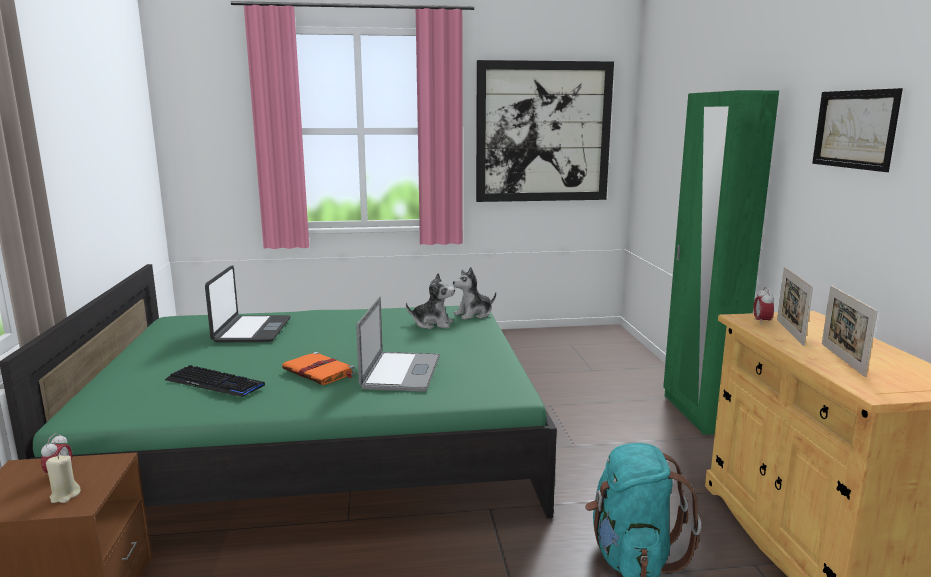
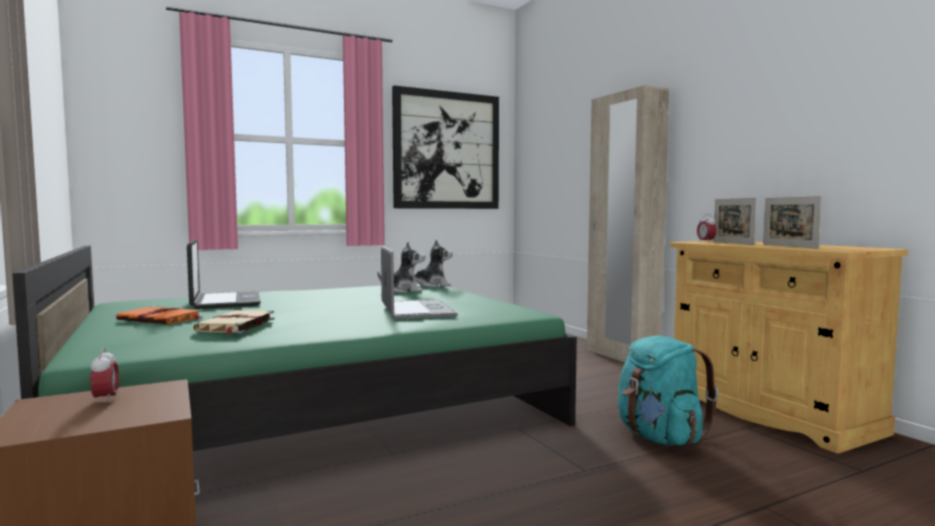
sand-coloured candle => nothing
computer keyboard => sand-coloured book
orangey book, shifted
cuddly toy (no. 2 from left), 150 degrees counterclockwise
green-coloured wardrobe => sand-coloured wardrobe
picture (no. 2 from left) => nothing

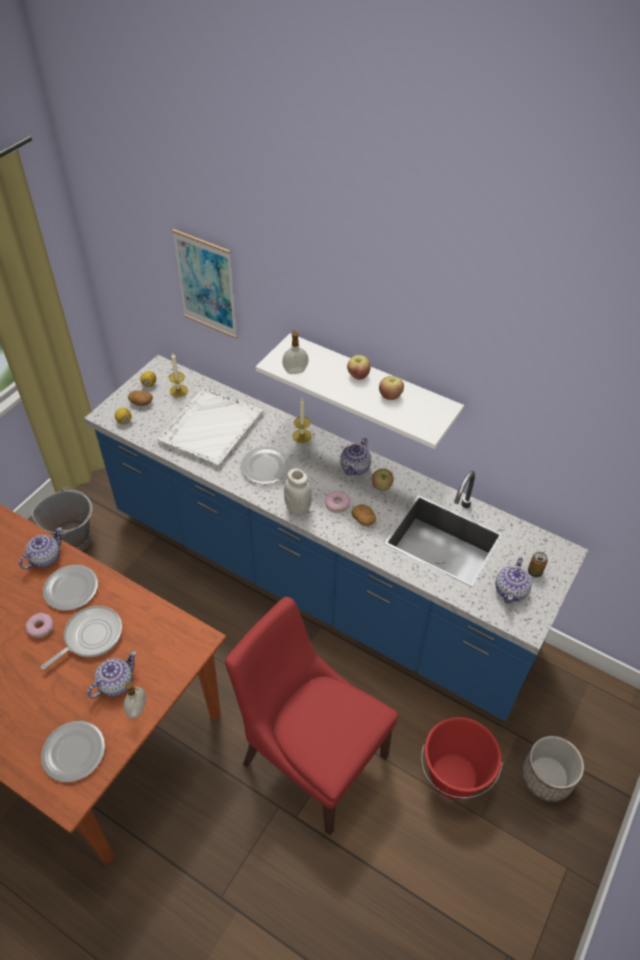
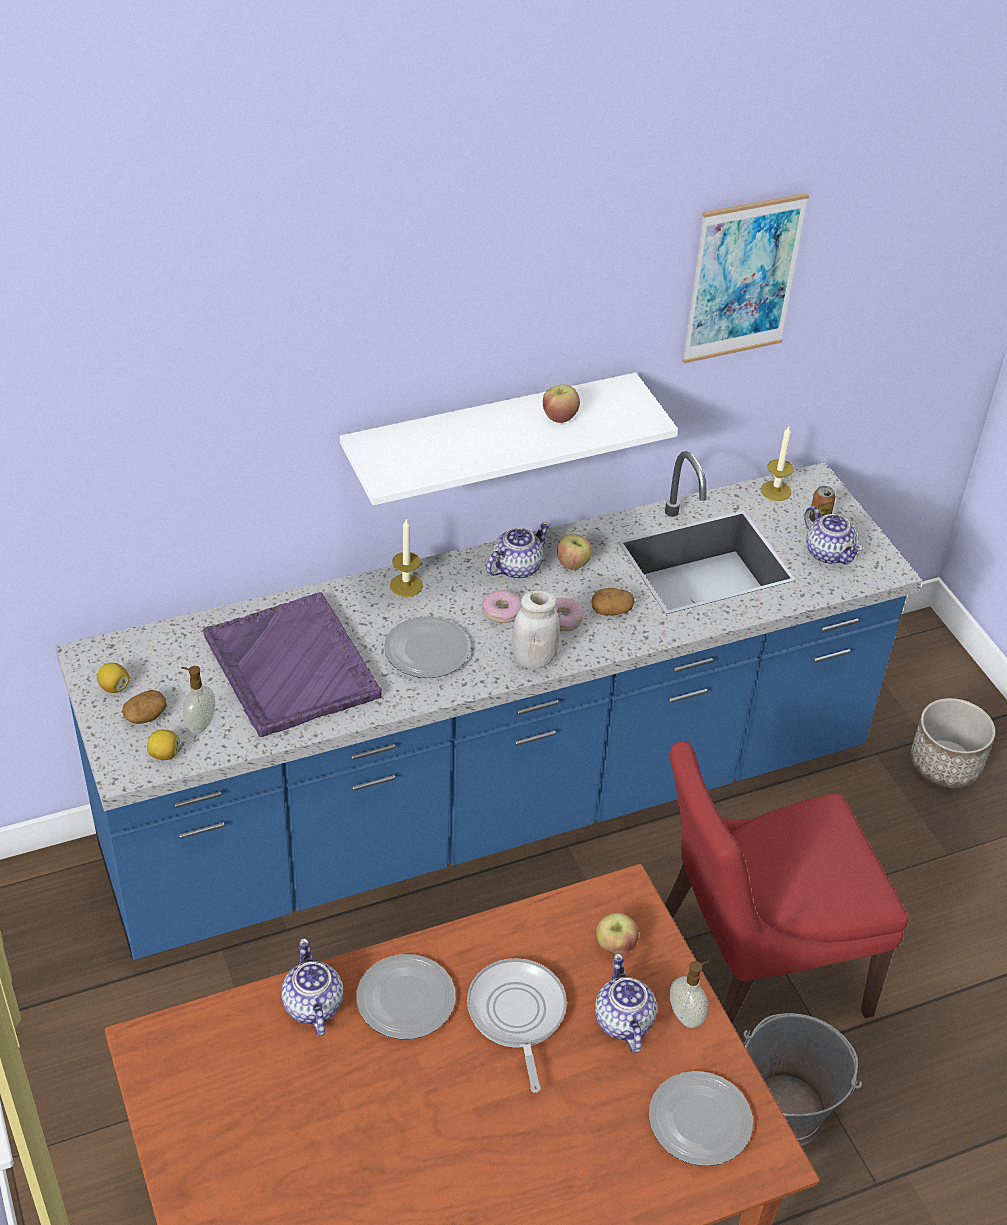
donut (no. 1 from left), shifted
grey pail, shifted
white tray => purple-coloured tray
candle (no. 1 from left in the first image) => candle (no. 2 from left), shifted
picture, shifted
soap dispenser (no. 2 from left in the first image) => soap dispenser (no. 1 from left), shifted
teapot (no. 3 from left in the first image) => teapot (no. 2 from left), 105 degrees counterclockwise
whole apple (no. 1 from left in the first image) => whole apple (no. 3 from left), shifted
reddish pail => nothing

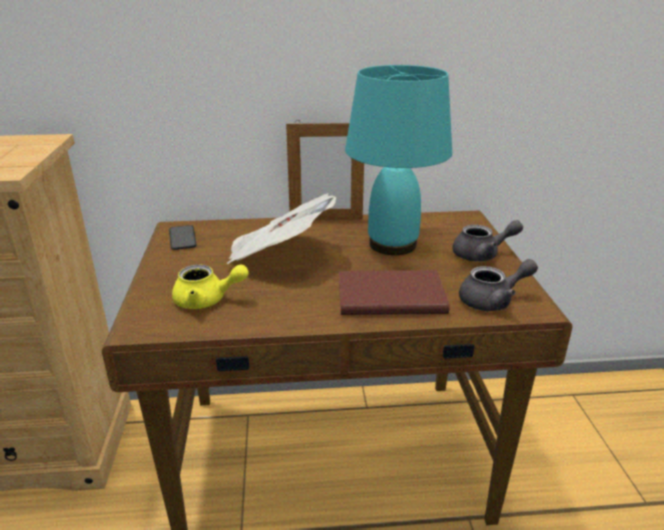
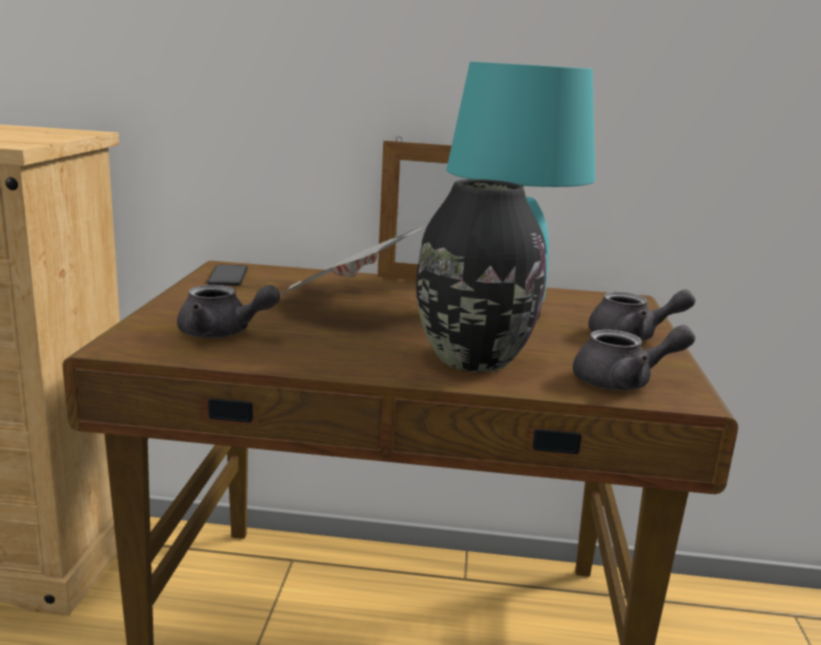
yellowish teapot => grey teapot (no. 1 from left)
brown-coloured book => blackish flower vase

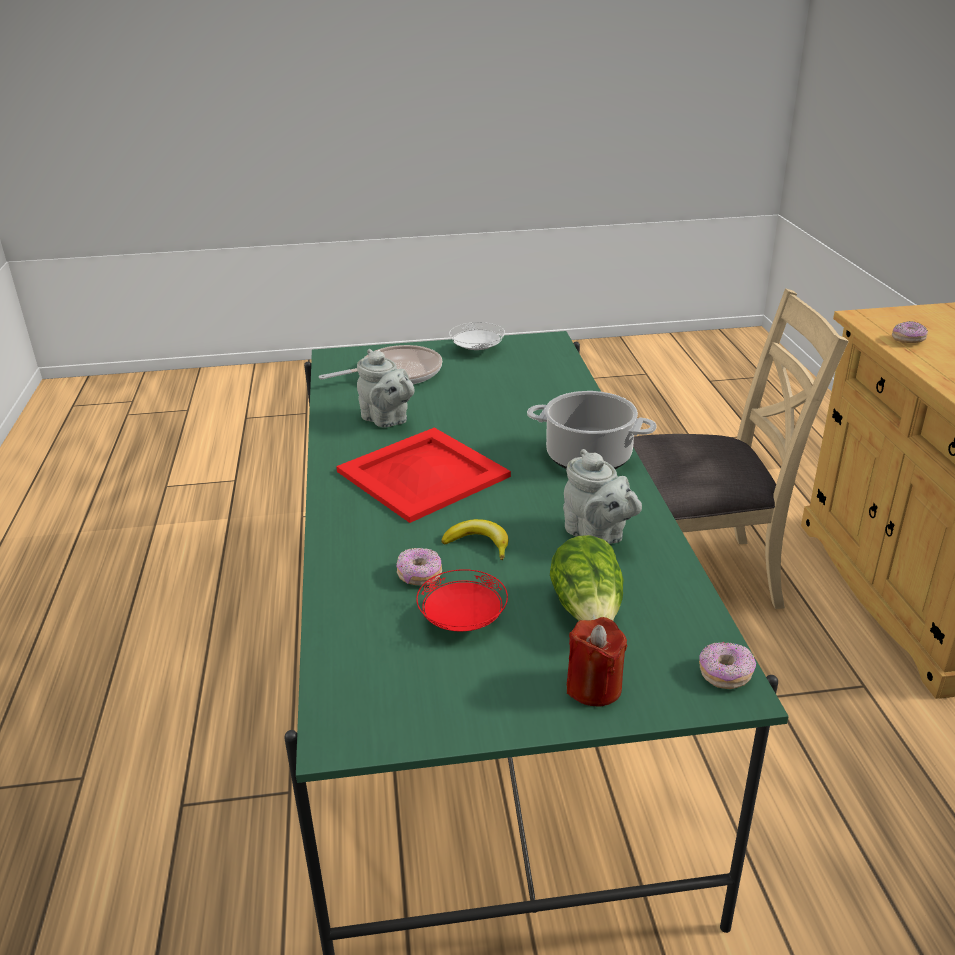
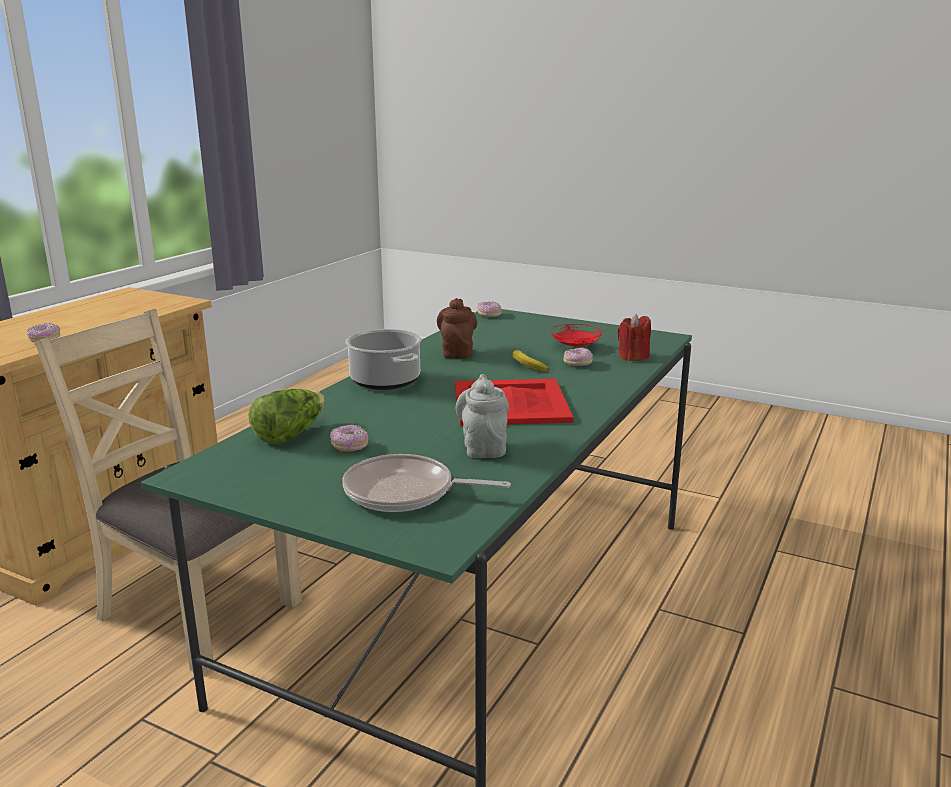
white plate => nothing
lettuce, shifted
grey teapot (no. 2 from left) => brown-coloured teapot
reddish candle, shifted
nothing => donut (no. 2 from left)

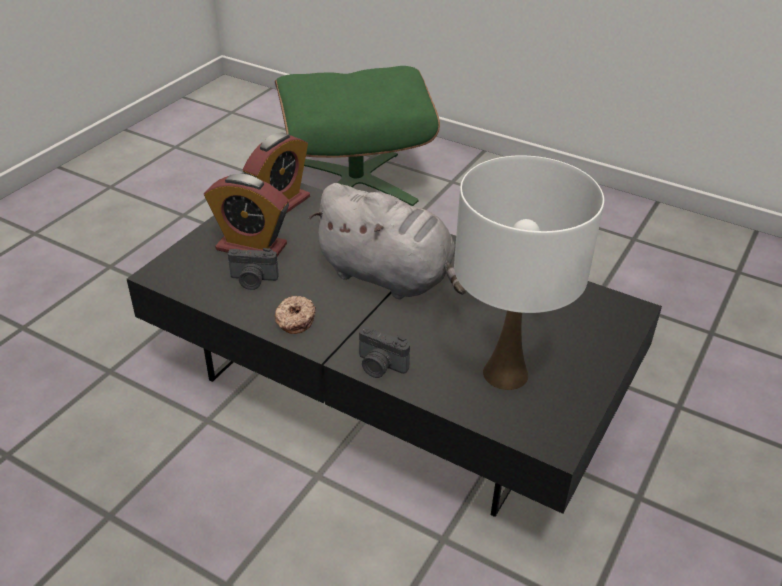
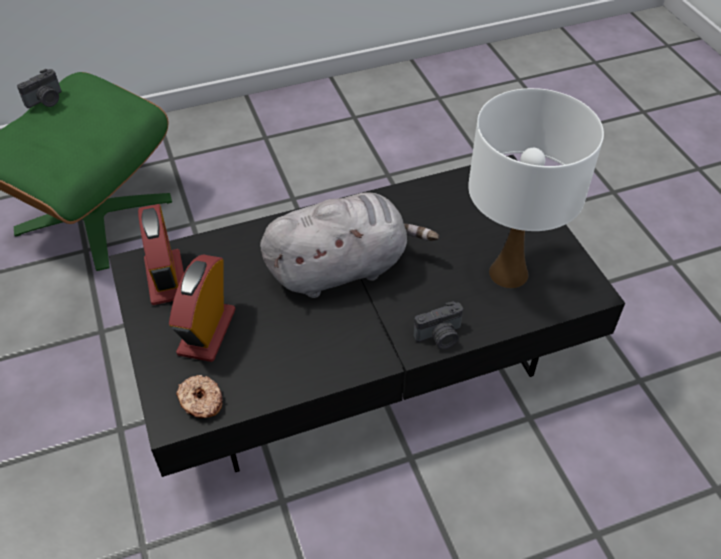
bedside clock (no. 1 from left in the first image) => bedside clock (no. 2 from left), 135 degrees clockwise
still camera (no. 1 from left), shifted
donut, shifted

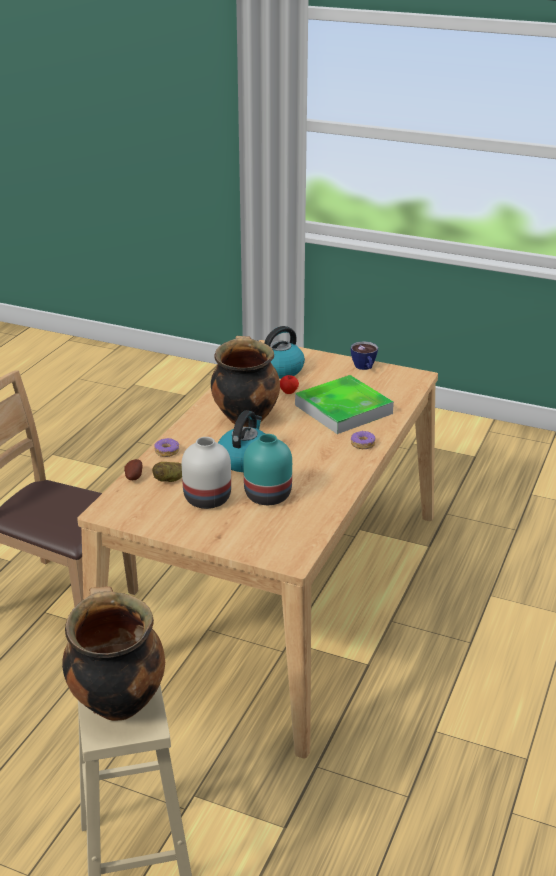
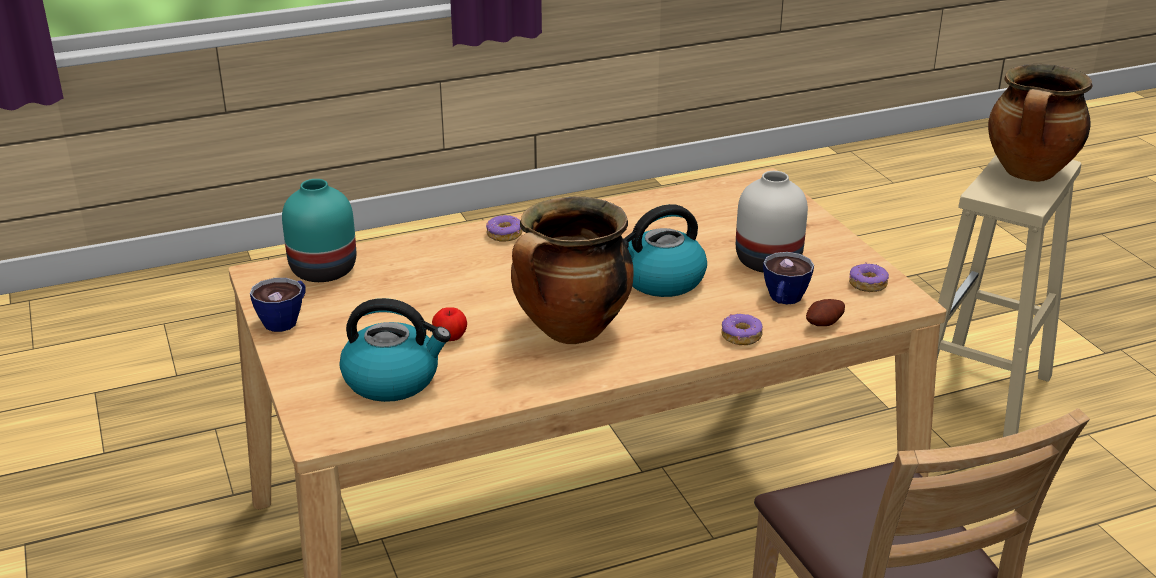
potato (no. 2 from left) => small cup (no. 2 from left)
turquoise-coloured flower vase, shifted
tray => nothing
nothing => donut (no. 3 from left)

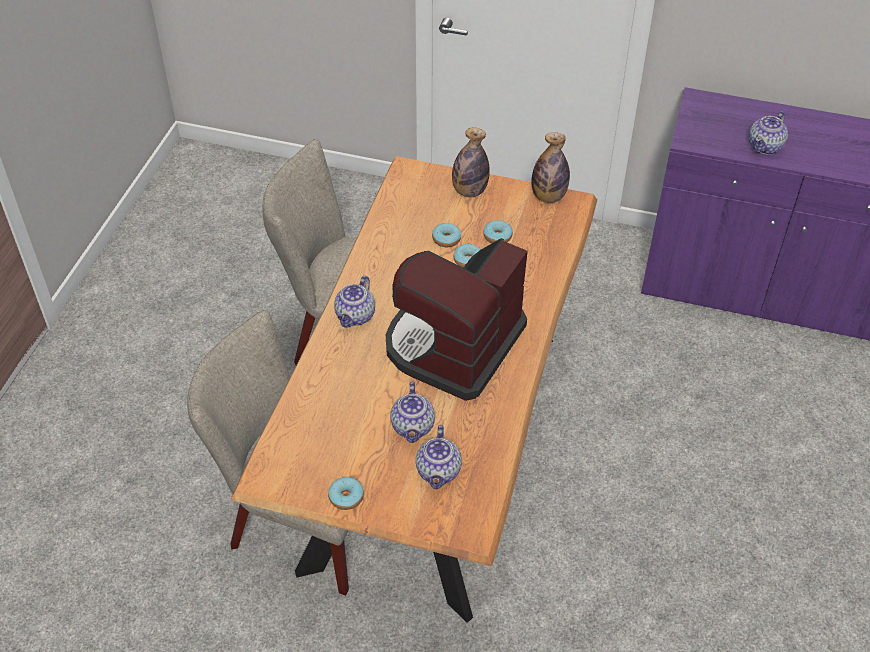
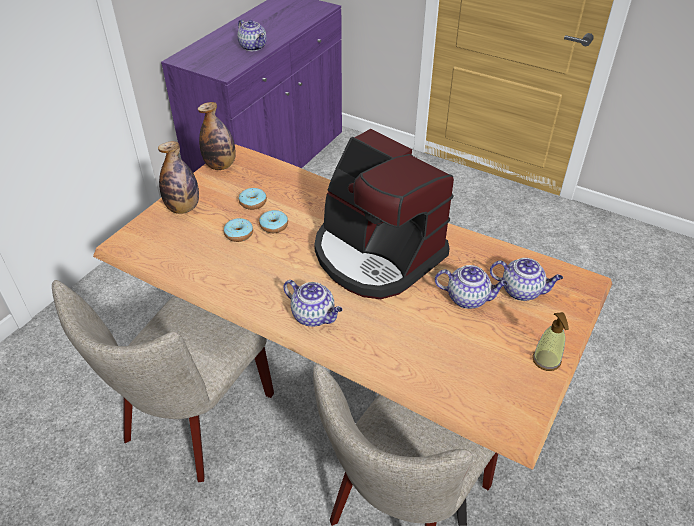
donut (no. 1 from left) => soap dispenser

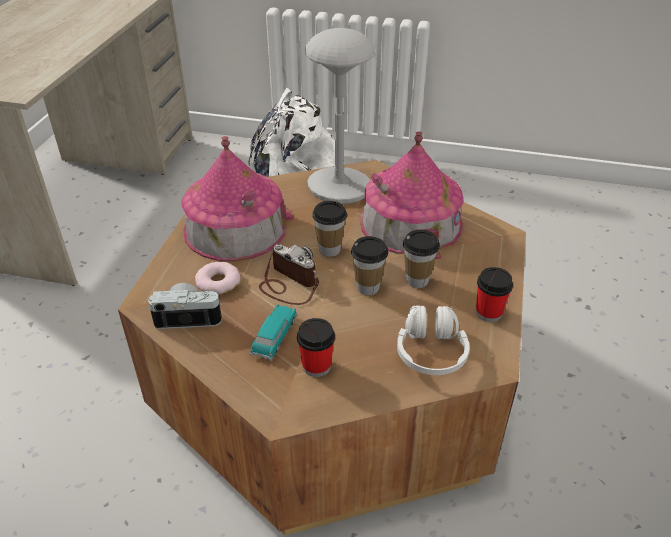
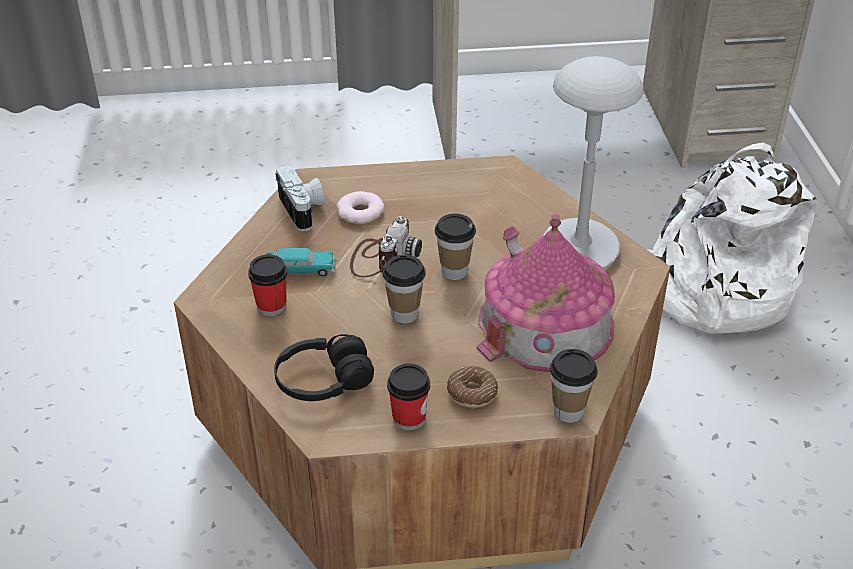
model house (no. 1 from left) => nothing
white headset => blackish headset
small cup (no. 4 from left in the first image) => small cup (no. 5 from left), shifted
nothing => donut (no. 2 from left)

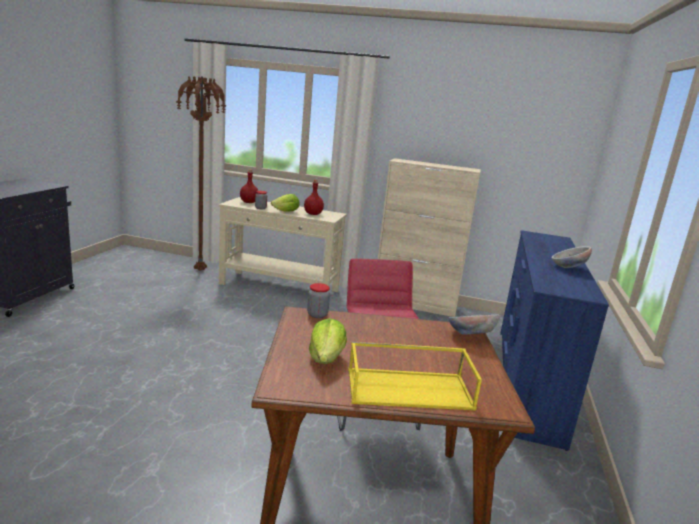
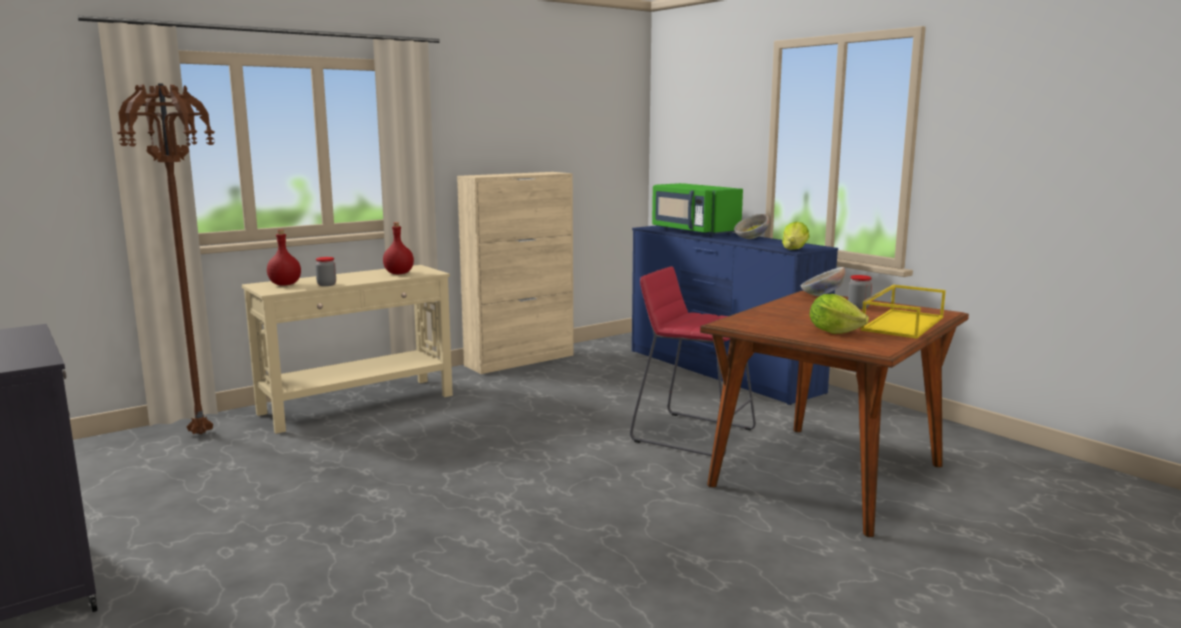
lettuce (no. 1 from left), shifted
jar (no. 2 from left), shifted
nothing => green-coloured microwave

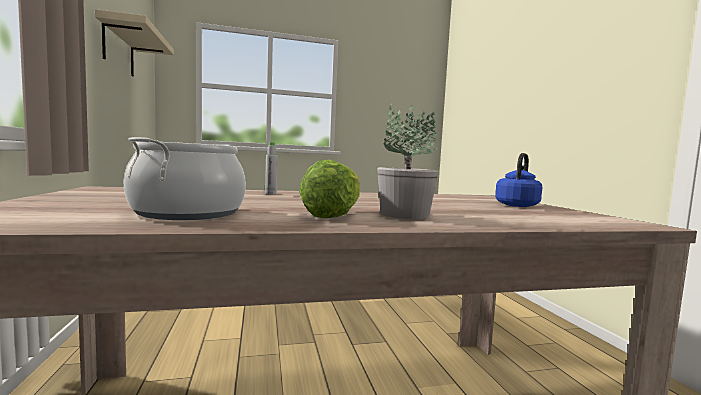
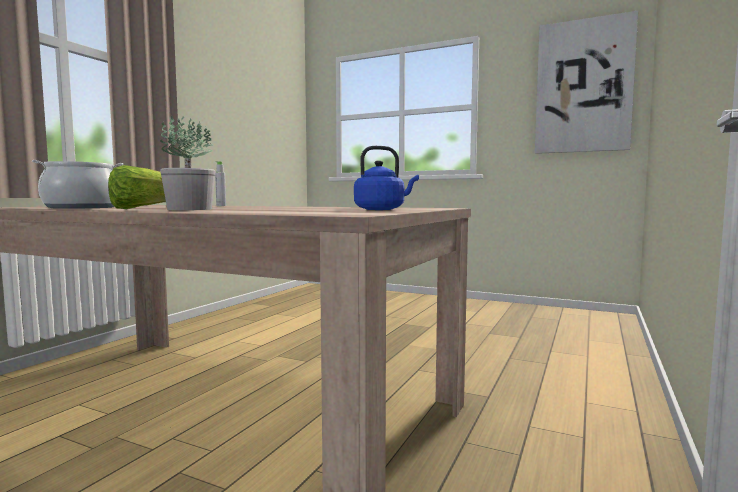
sand-coloured shelf => nothing
nothing => picture

